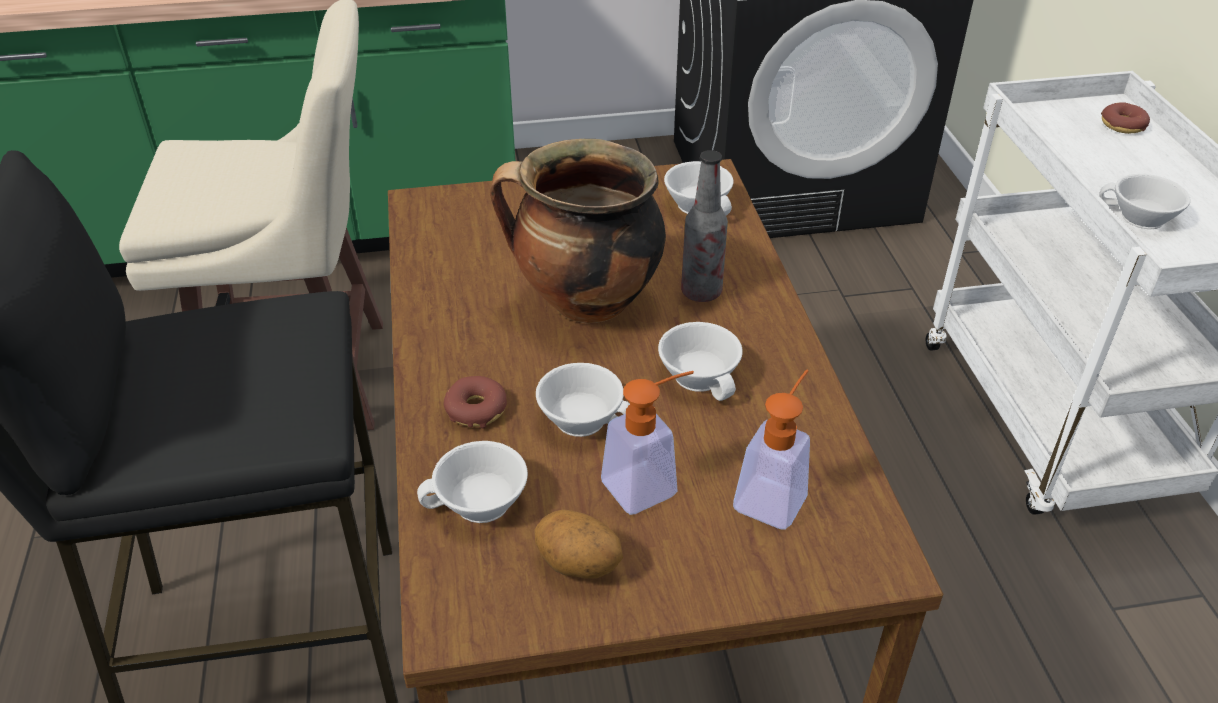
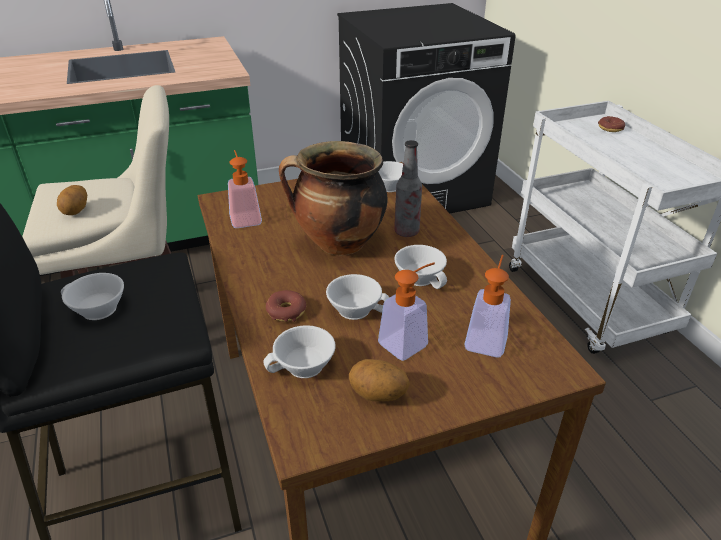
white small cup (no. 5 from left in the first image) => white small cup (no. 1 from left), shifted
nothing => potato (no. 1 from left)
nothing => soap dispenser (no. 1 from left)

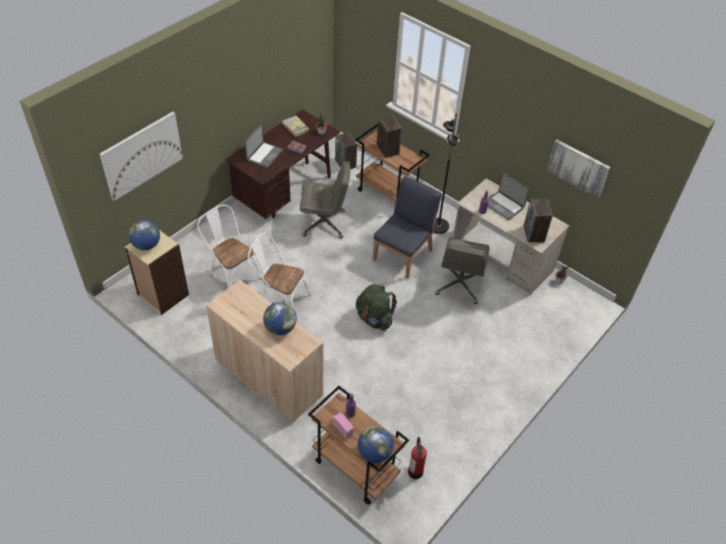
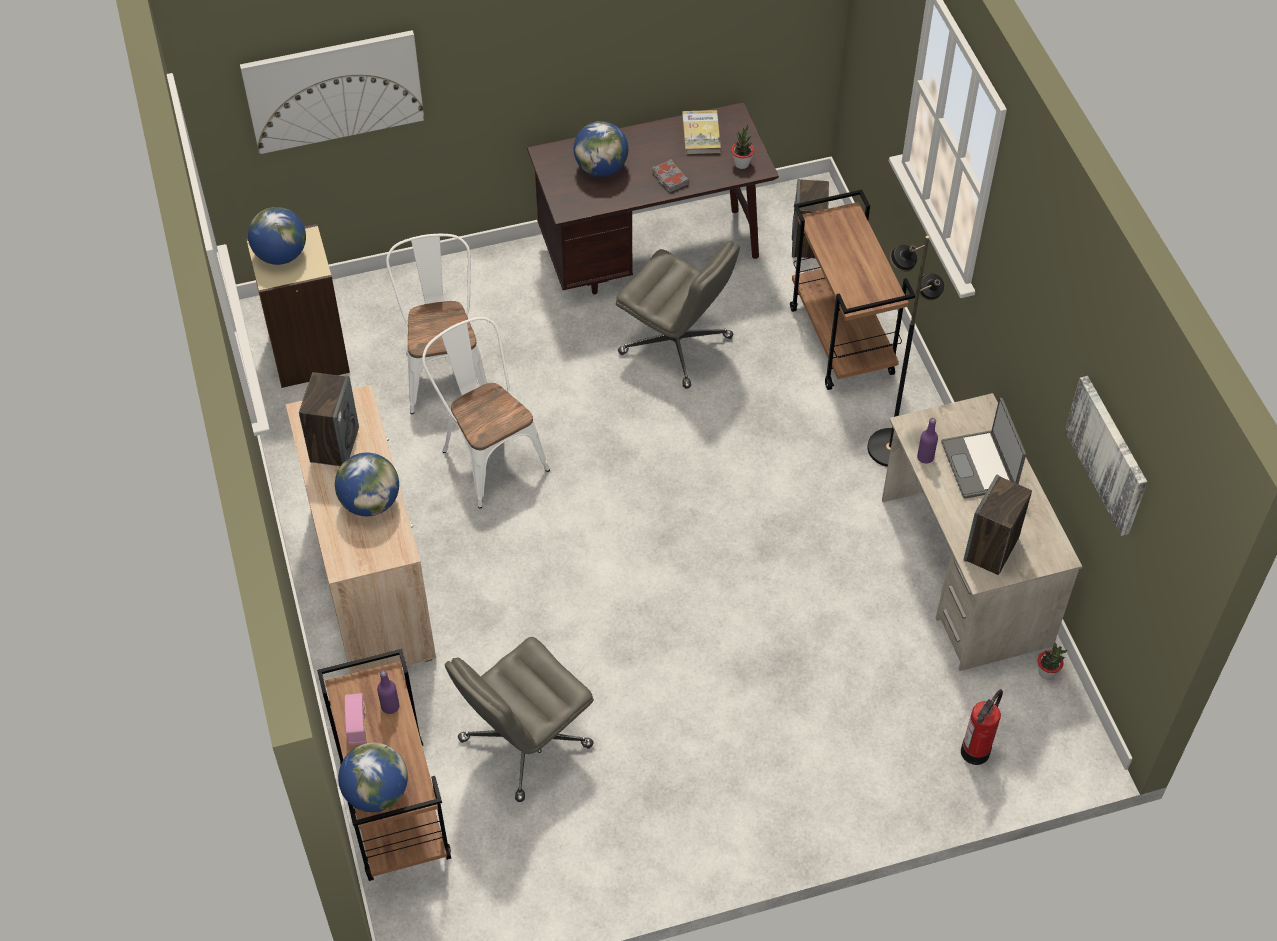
portable computer (no. 1 from left) => desk globe (no. 4 from left)
green-coloured backpack => nothing
blue upright chair => nothing
audio speaker (no. 2 from left in the first image) => audio speaker (no. 1 from left), shifted
extinguisher, shifted
grey office chair (no. 2 from left in the first image) => grey office chair (no. 1 from left), shifted

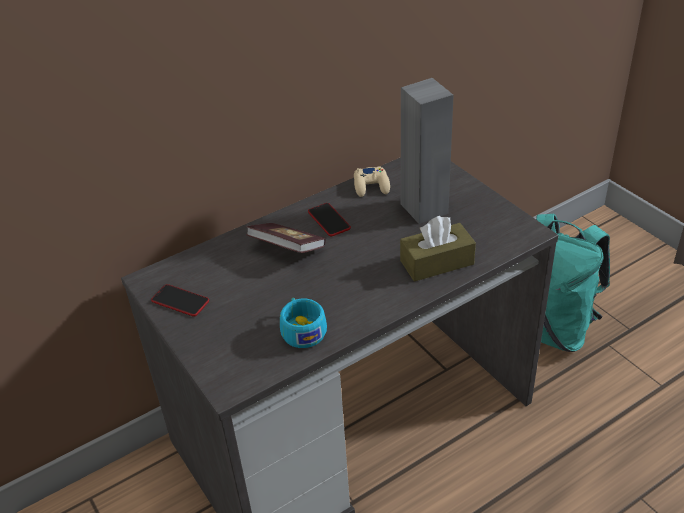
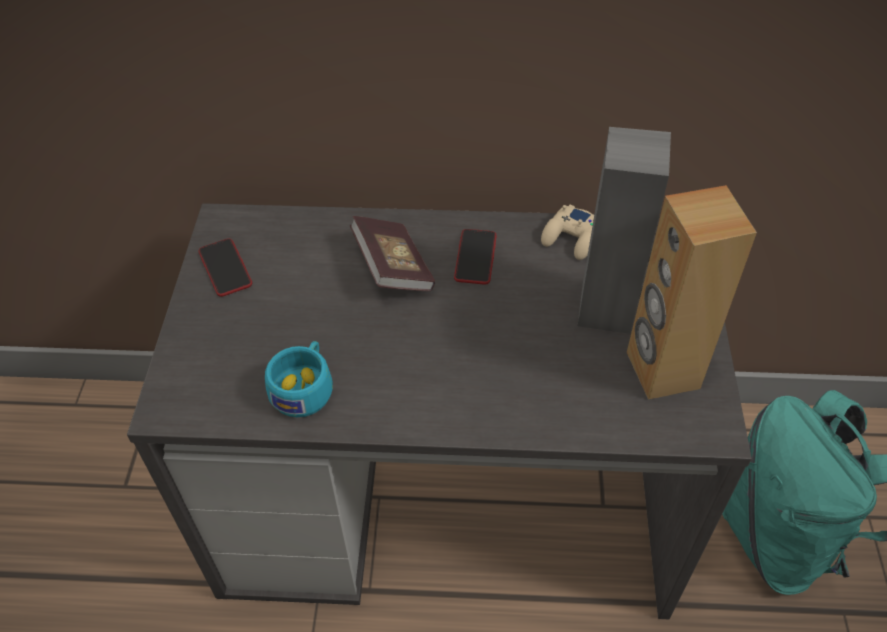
brown-coloured tissue holder => nothing
nothing => brown-coloured audio speaker

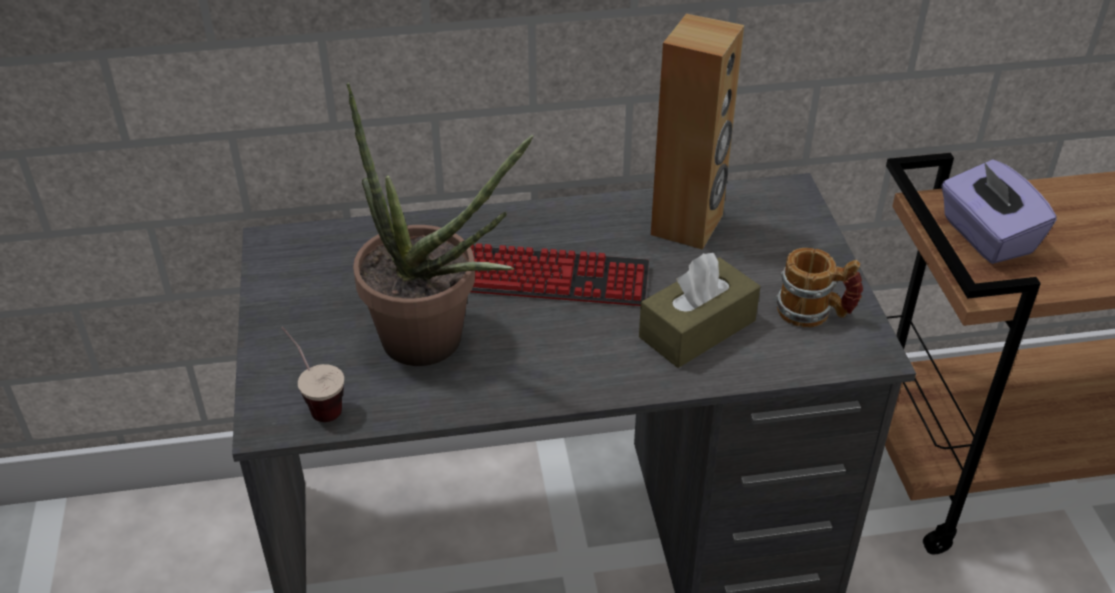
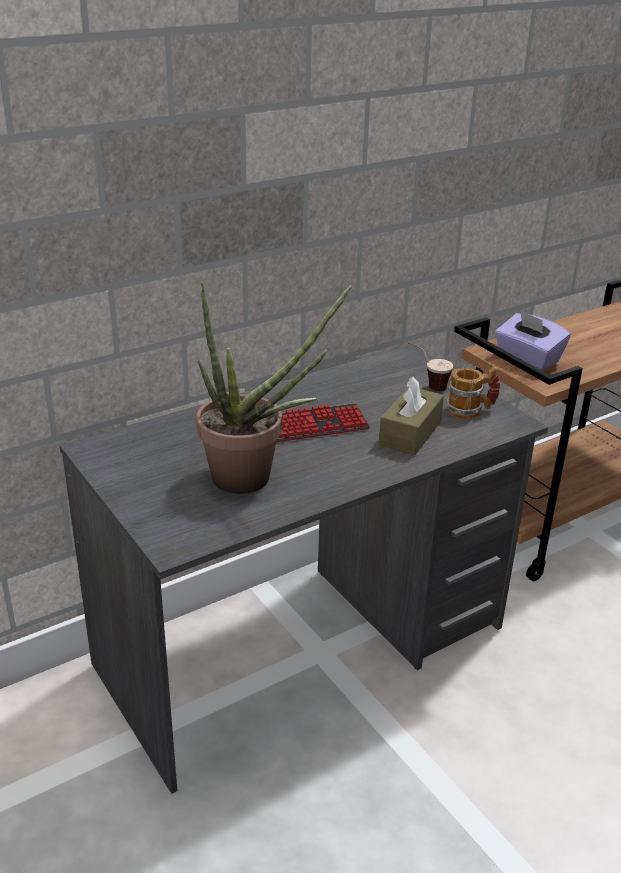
small cup, shifted
brown-coloured audio speaker => nothing

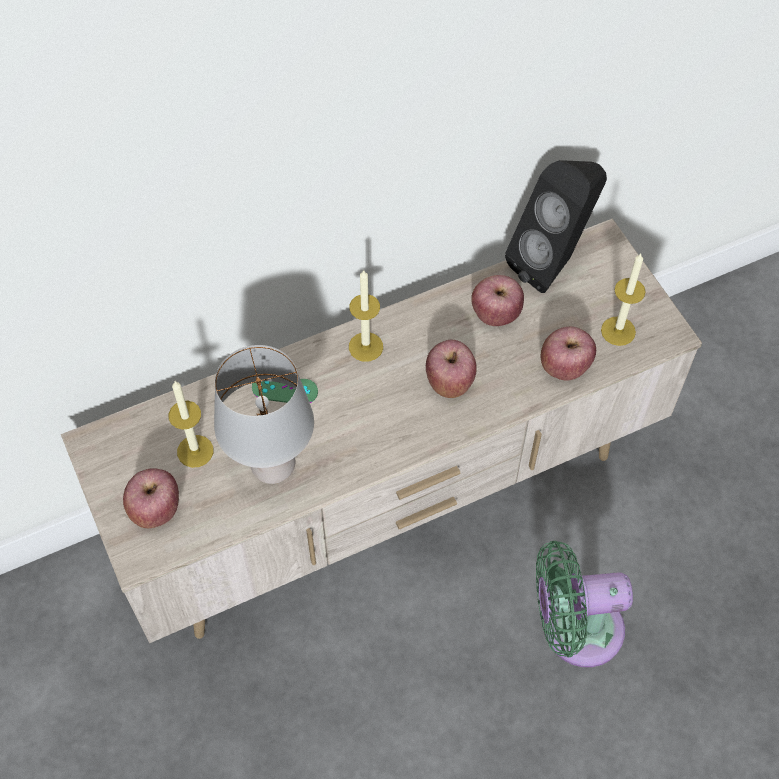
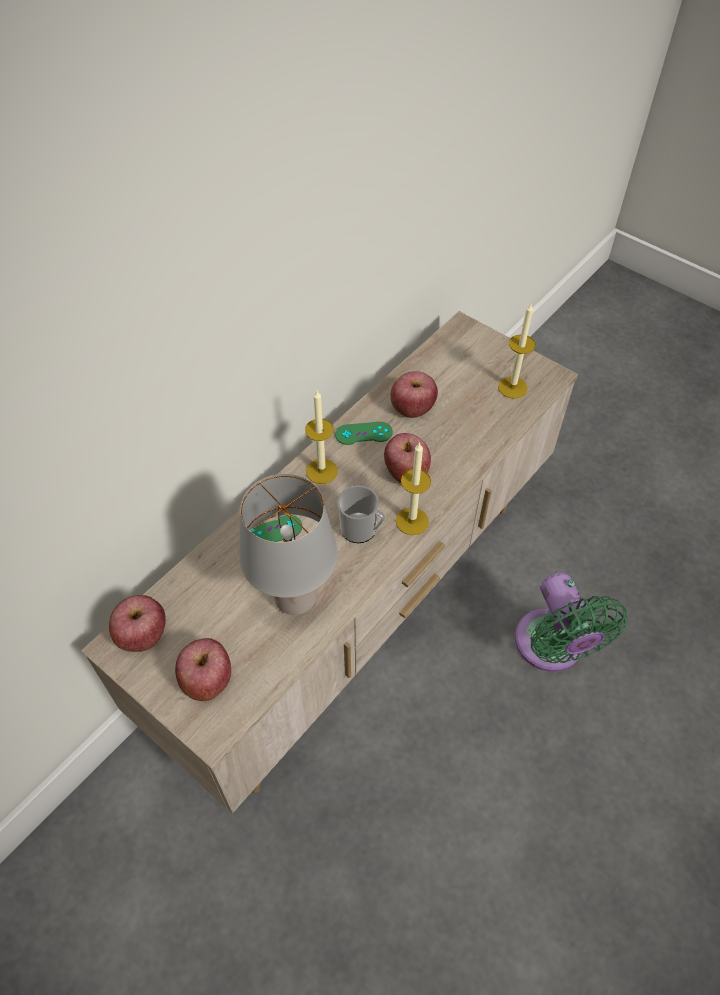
candle (no. 1 from left in the first image) => candle (no. 2 from left), shifted
blackish audio speaker => nothing
green-coloured cooling fan, 75 degrees counterclockwise
whole apple (no. 4 from left in the first image) => whole apple (no. 1 from left), shifted
nothing => green-coloured game controller (no. 2 from left)
nothing => mug

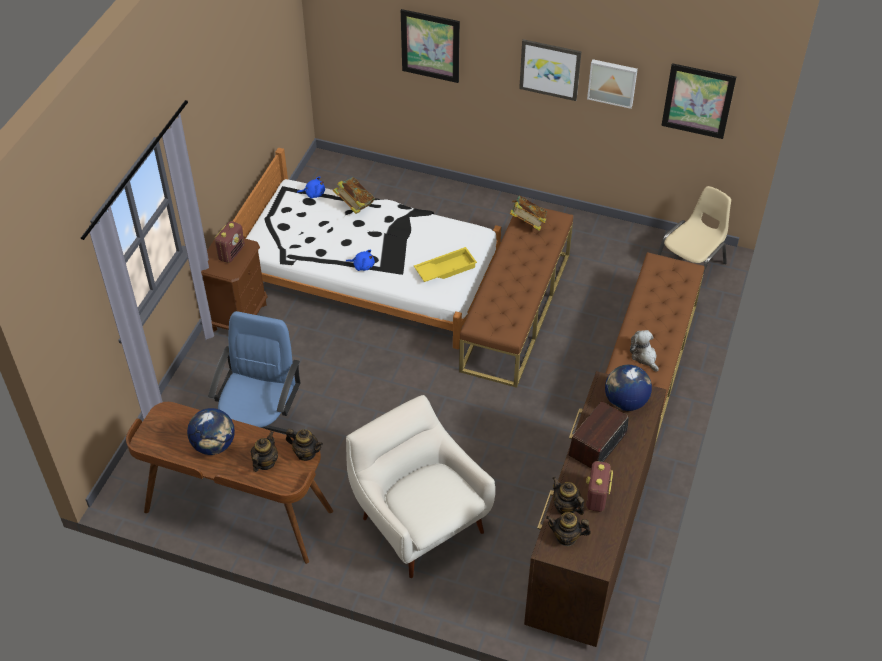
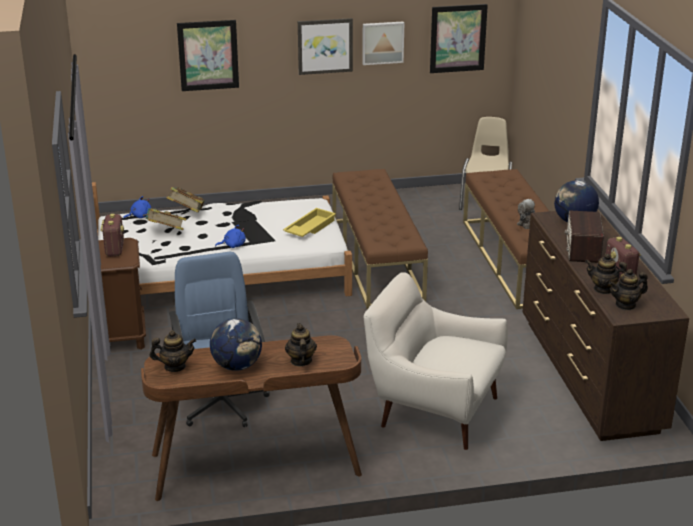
teapot (no. 2 from left in the first image) => teapot (no. 1 from left), shifted
book (no. 2 from left in the first image) => book (no. 1 from left), shifted

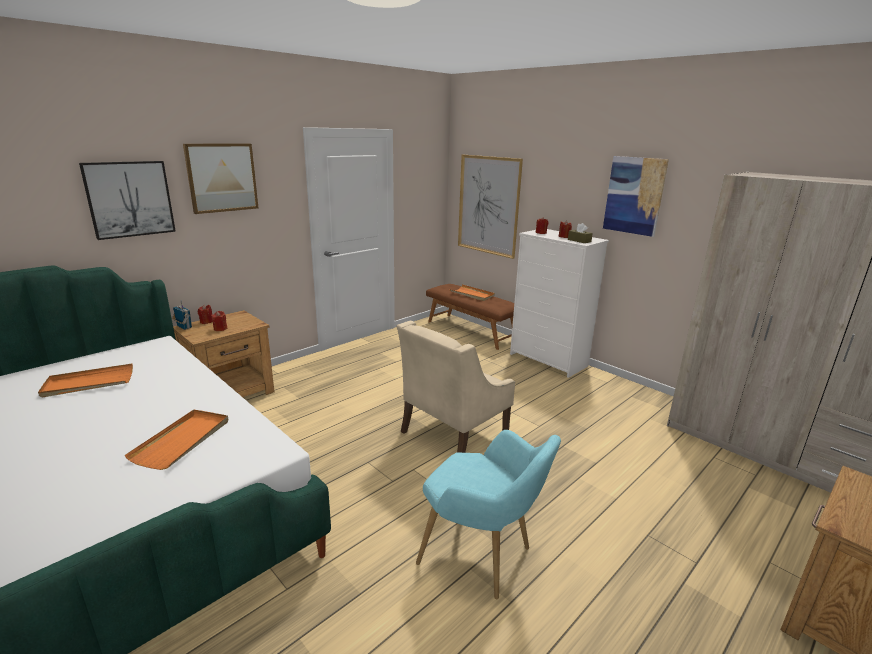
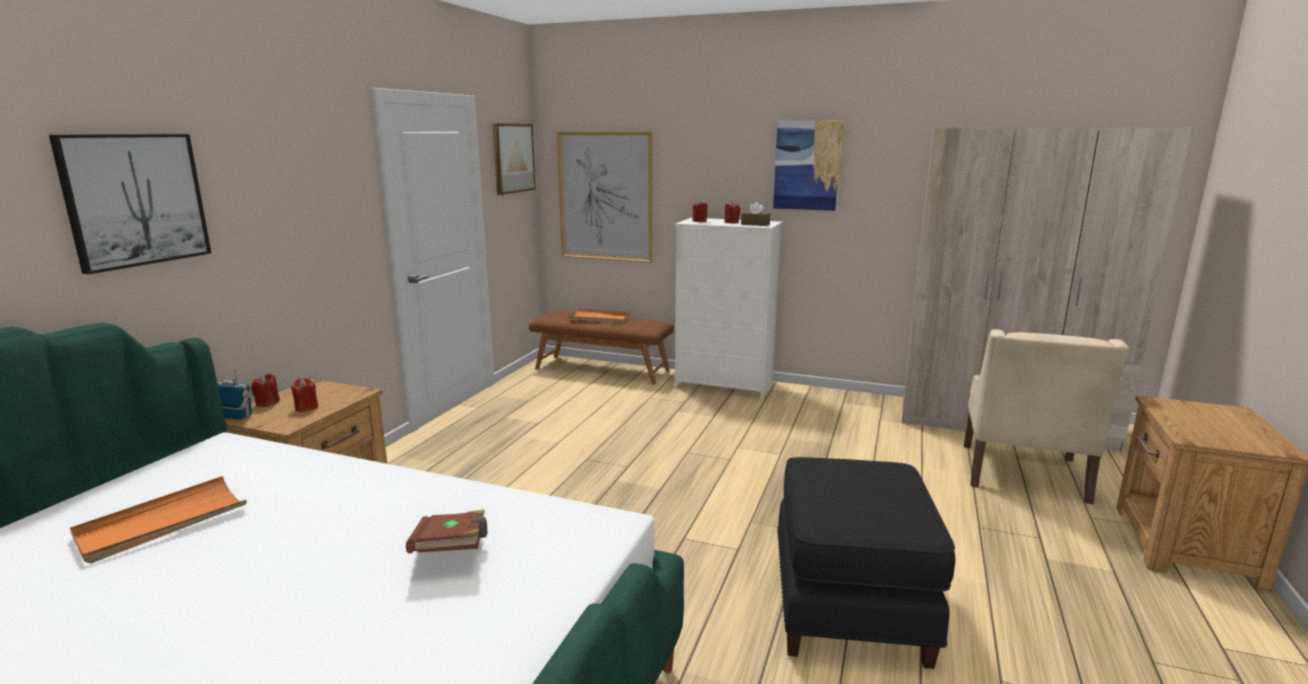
orangey tray (no. 2 from left) => brown-coloured book
picture (no. 2 from left), shifted
sand-coloured armchair, shifted
turquoise-coloured armchair => blackish footrest

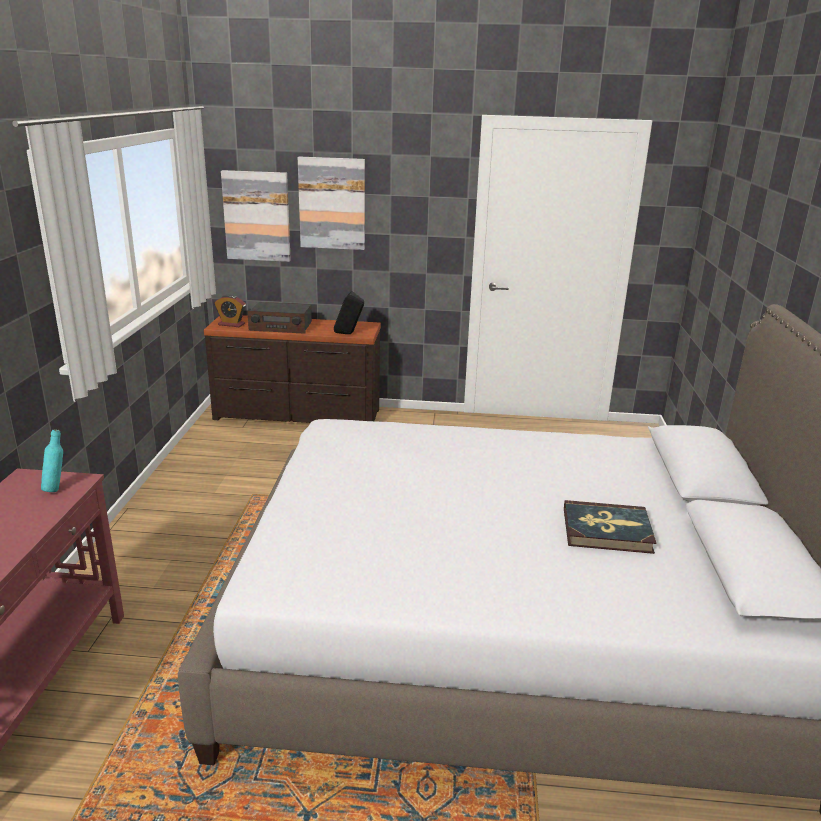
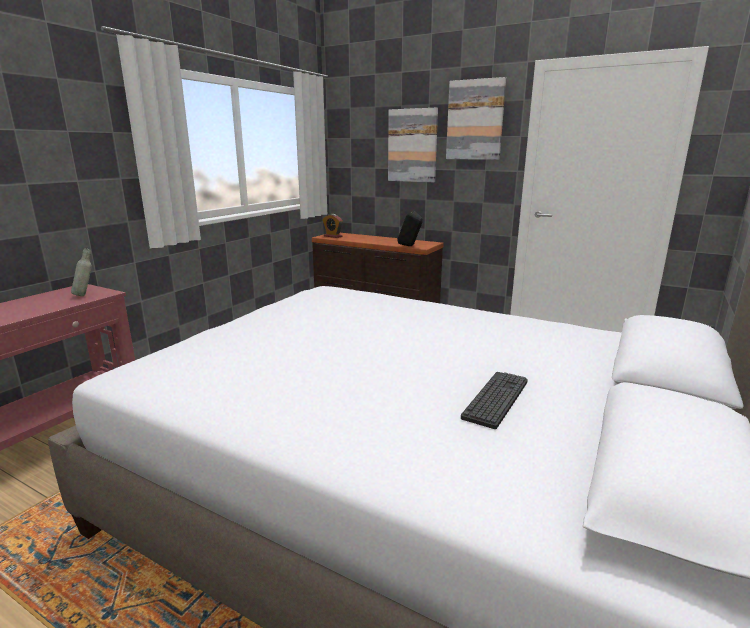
turquoise-coloured drink bottle => grey drink bottle
picture (no. 1 from left in the first image) => picture (no. 2 from left), shifted
radio receiver => nothing
book => computer keyboard

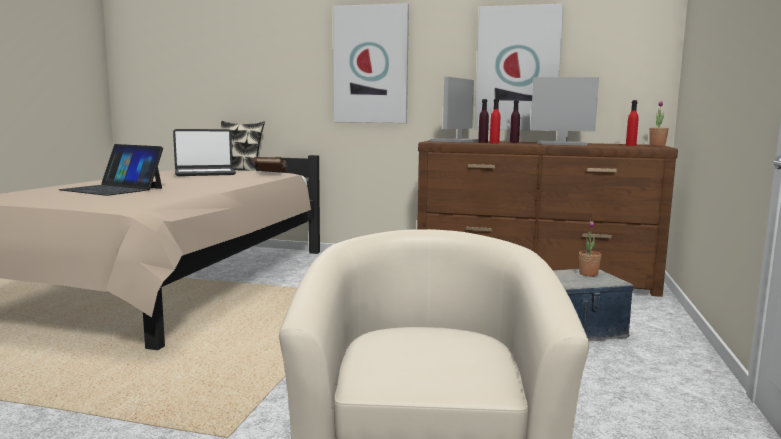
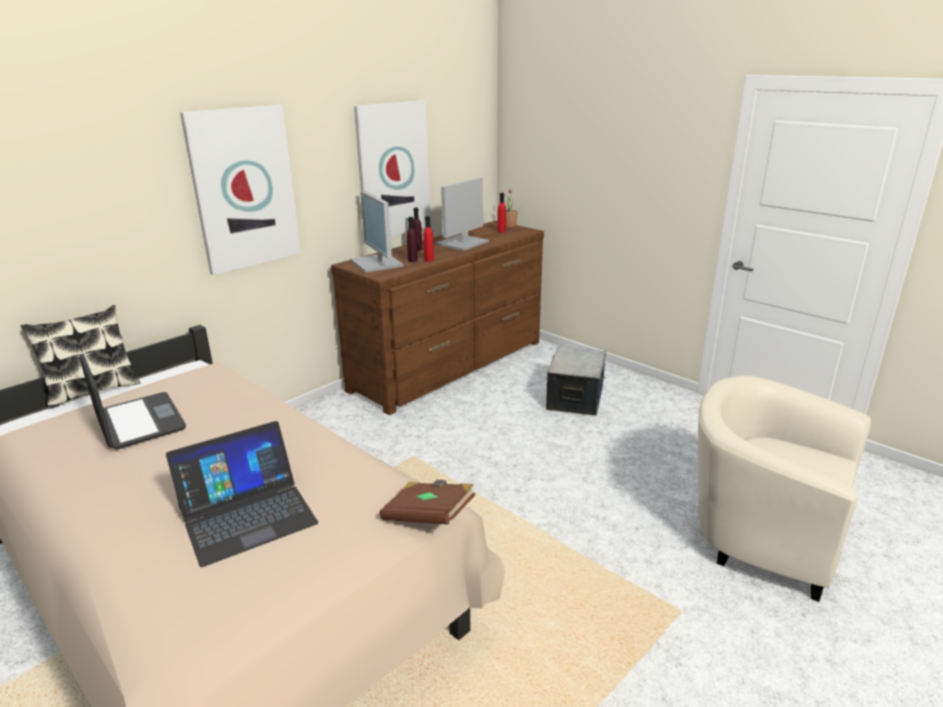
portable computer (no. 2 from left in the first image) => portable computer (no. 1 from left), 45 degrees counterclockwise
brown-coloured book, shifted
plant in a pot (no. 1 from left) => nothing

